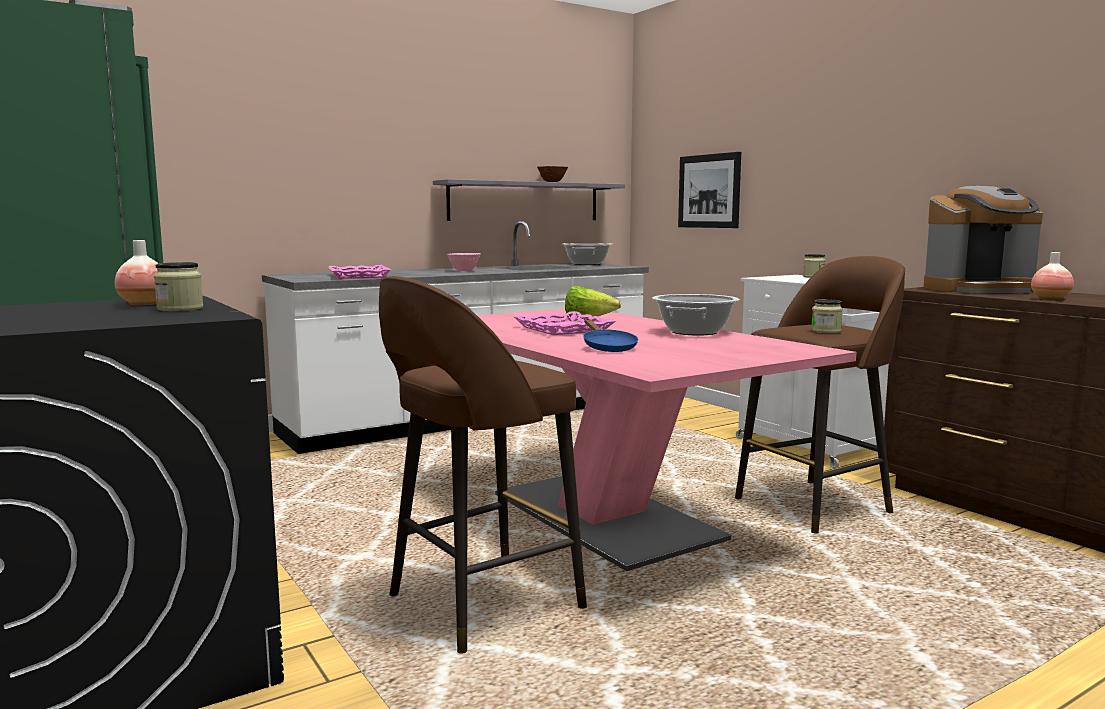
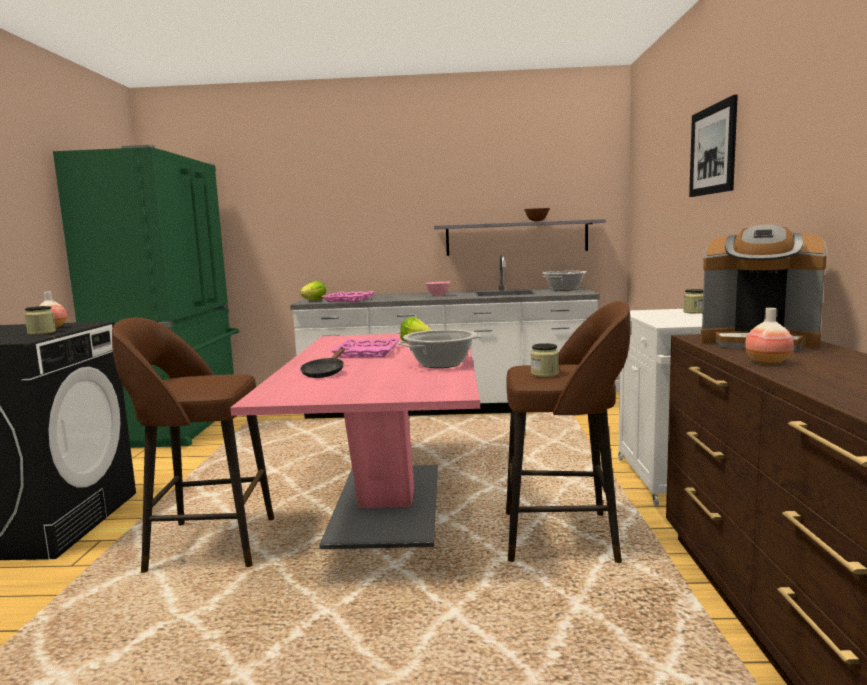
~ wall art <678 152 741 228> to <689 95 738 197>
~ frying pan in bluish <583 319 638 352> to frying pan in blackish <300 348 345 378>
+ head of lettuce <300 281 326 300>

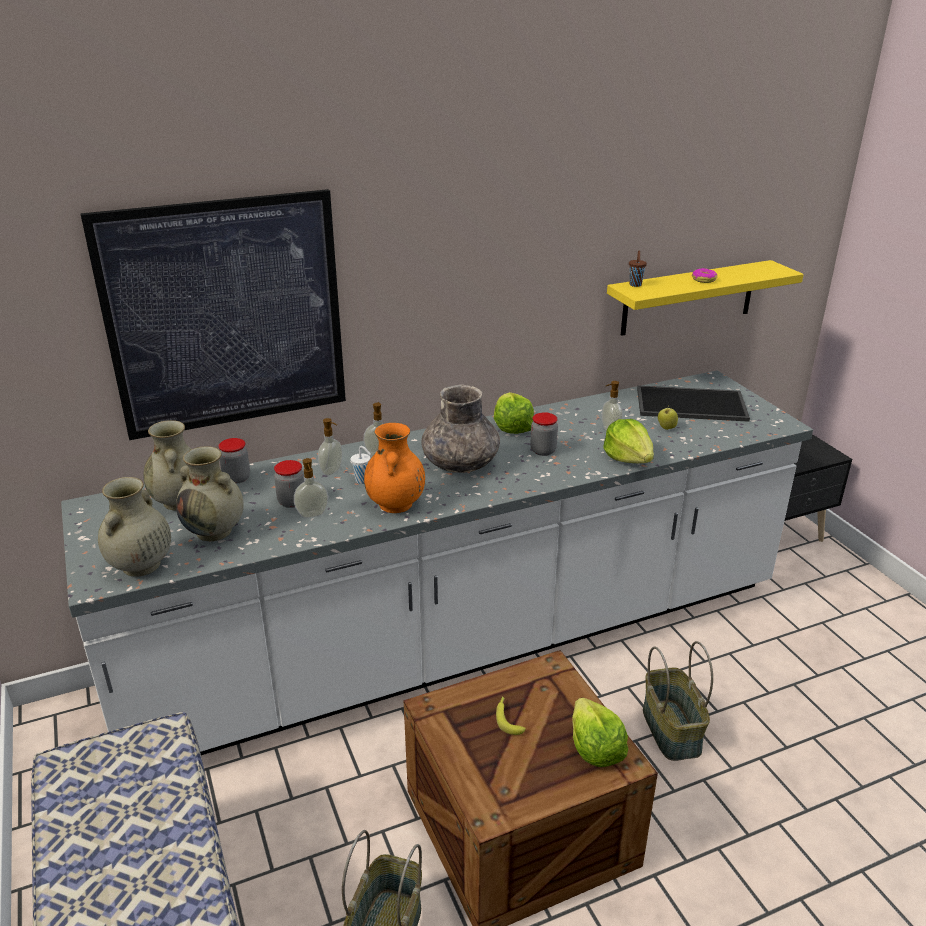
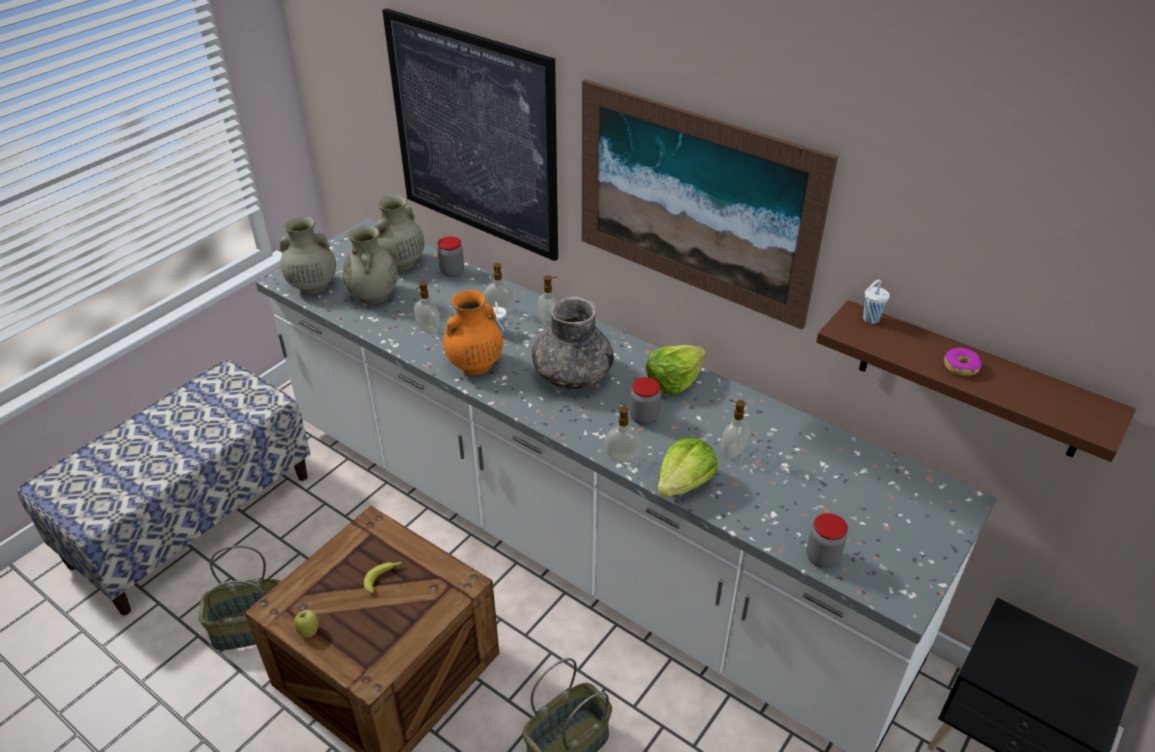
~ cup in brown-coloured <629 250 647 287> to cup in whitish <863 279 890 324>
~ bracket shelf in yellow-coloured <607 260 804 336> to bracket shelf in brown-coloured <816 300 1136 462>
- tray <637 385 750 422>
~ whole apple <658 408 678 430> to <294 610 318 638>
~ preserve jar <274 460 304 508> to <806 513 848 568>
- head of lettuce <572 698 628 767>
+ wall art <582 79 838 330>
+ soap dispenser <604 403 641 462>

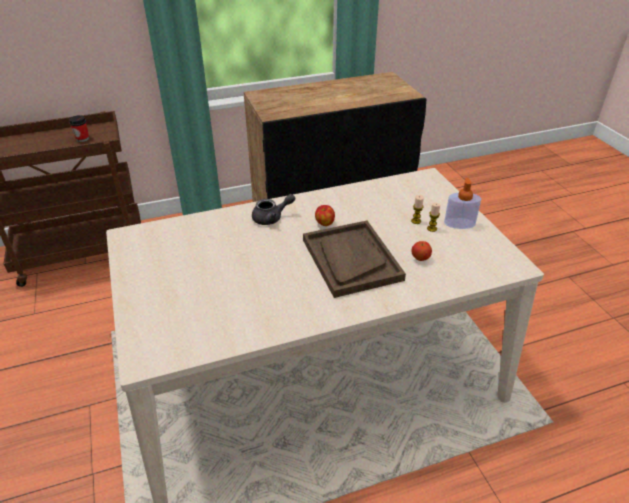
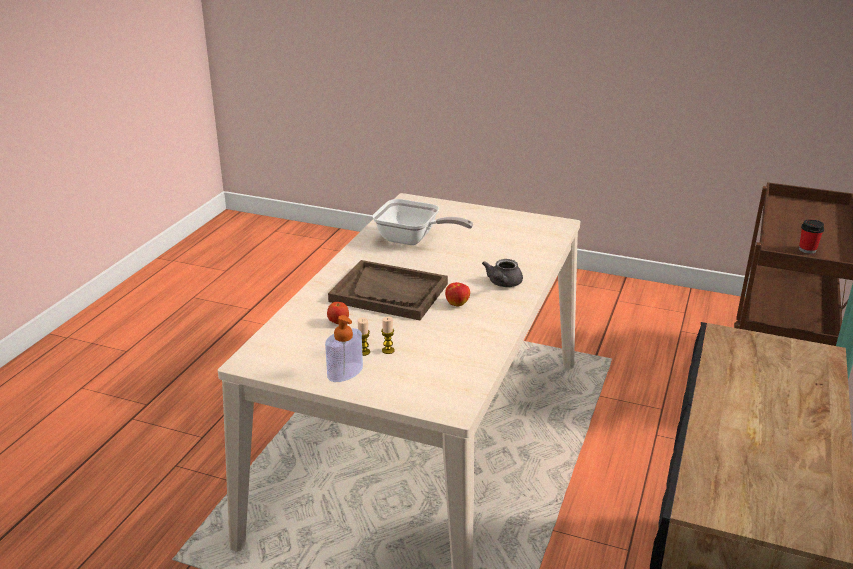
+ frying pan <372 199 473 245>

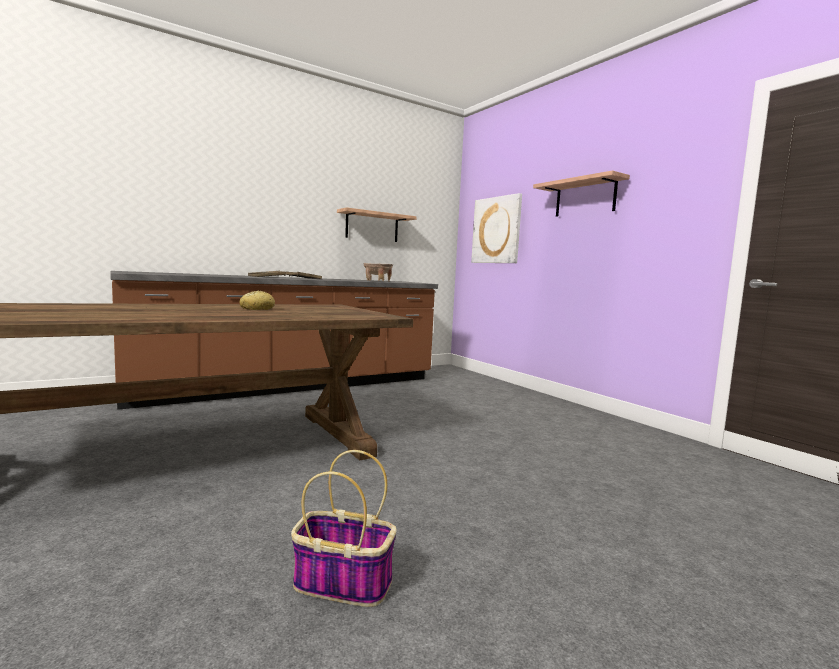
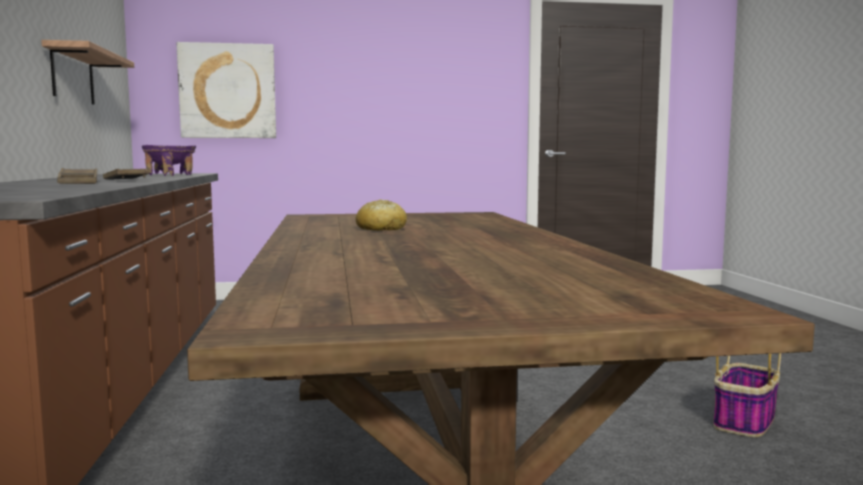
- bracket shelf <533 170 630 217>
~ serving bowl in beige <364 263 393 282> to serving bowl in purple-coloured <142 145 196 176>

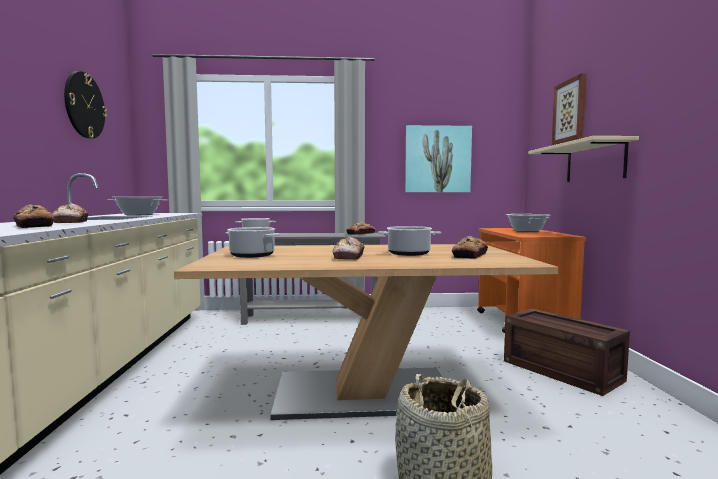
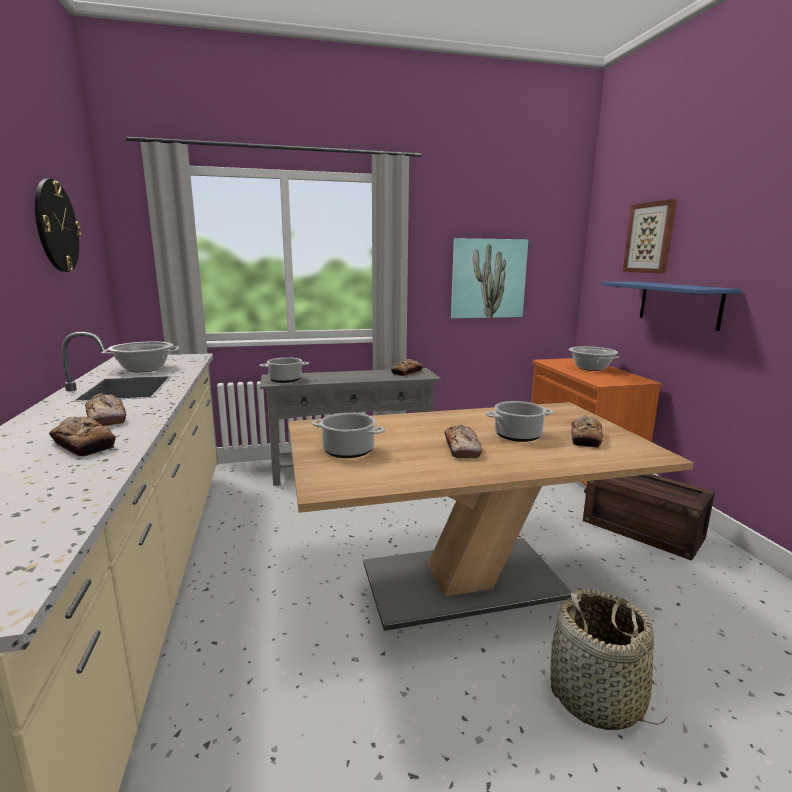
~ bracket shelf in beige <528 136 639 182> to bracket shelf in bluish <601 282 741 331>

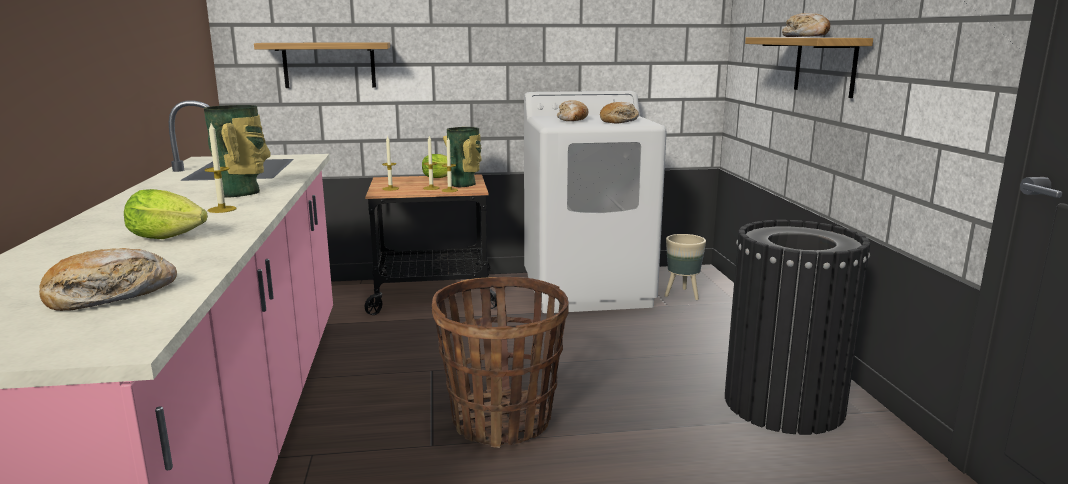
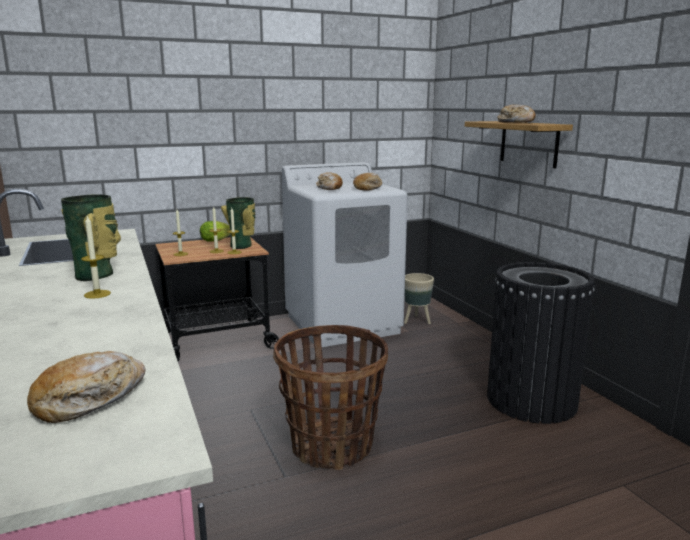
- bracket shelf <254 42 390 88>
- head of lettuce <124 189 208 239>

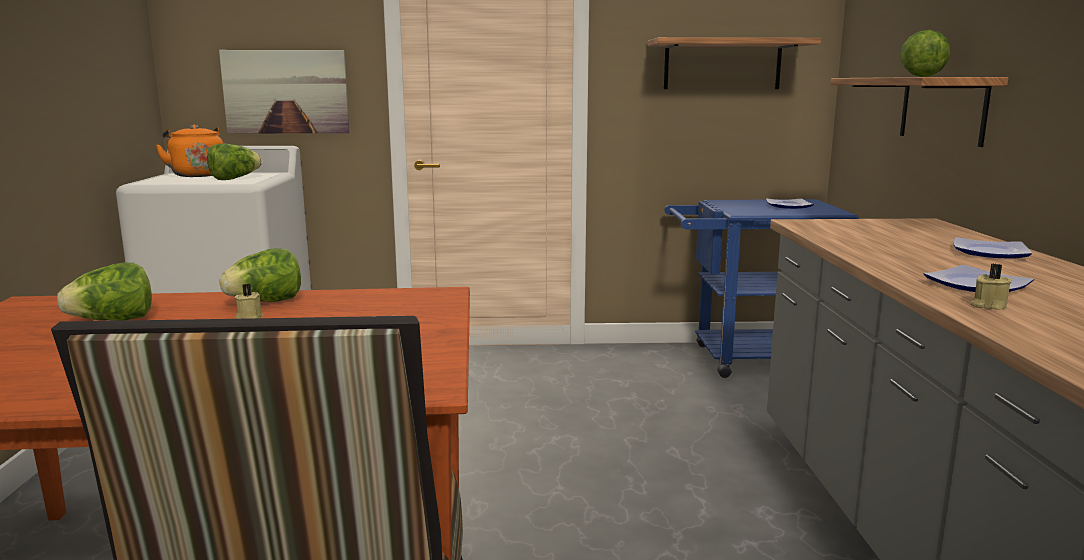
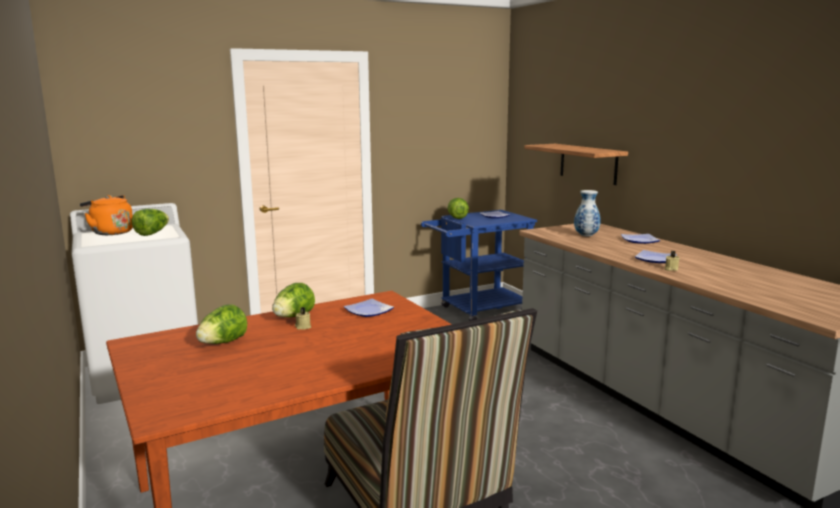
~ head of lettuce <900 30 950 77> to <448 198 469 219>
- bracket shelf <648 37 821 89>
- wall art <219 50 350 133>
+ decorative vase <574 190 601 237>
+ dinner plate <344 299 394 317>

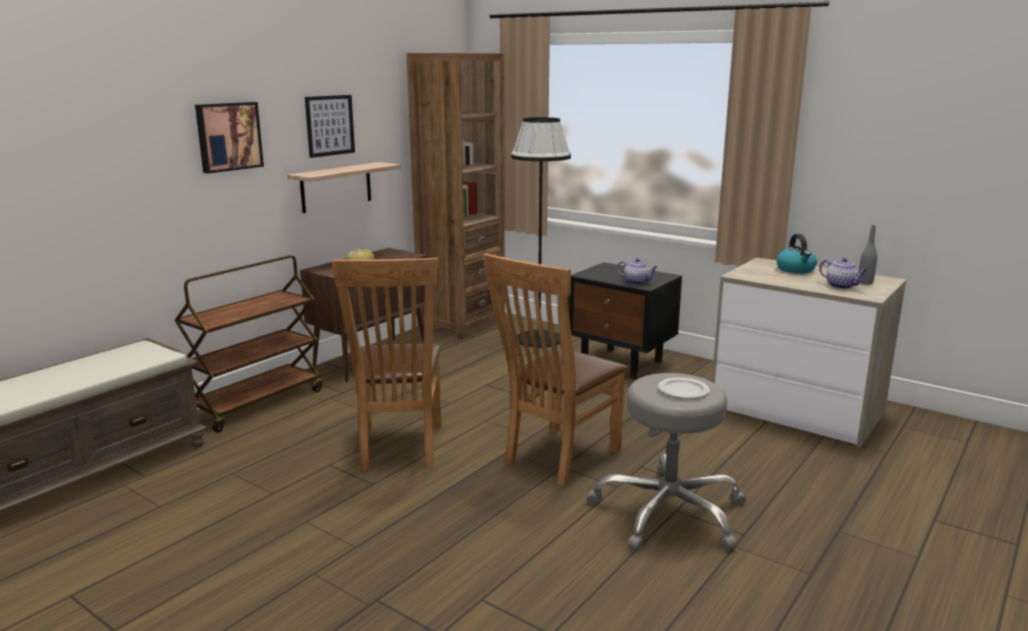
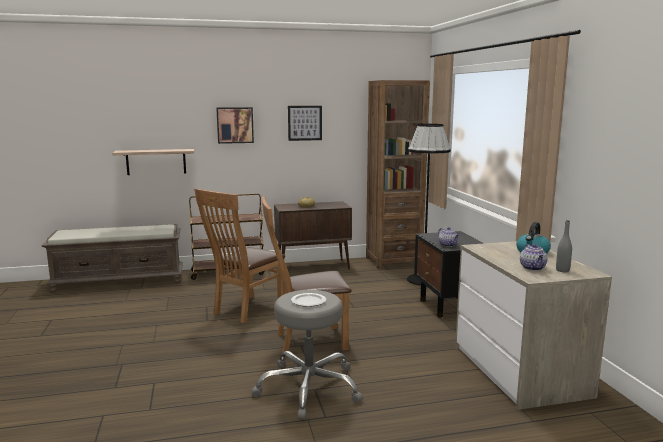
~ bracket shelf <287 162 401 213> to <112 149 194 175>

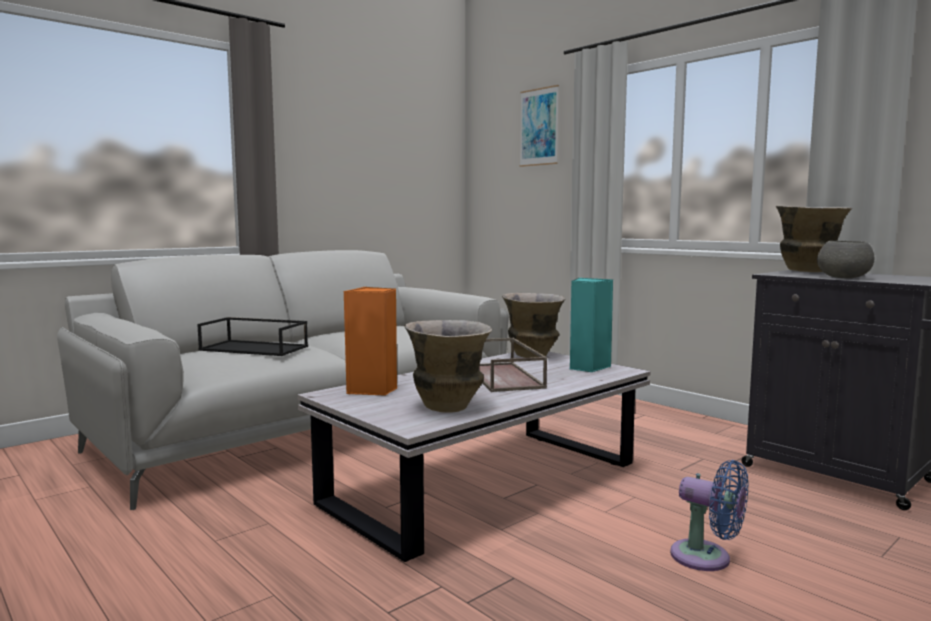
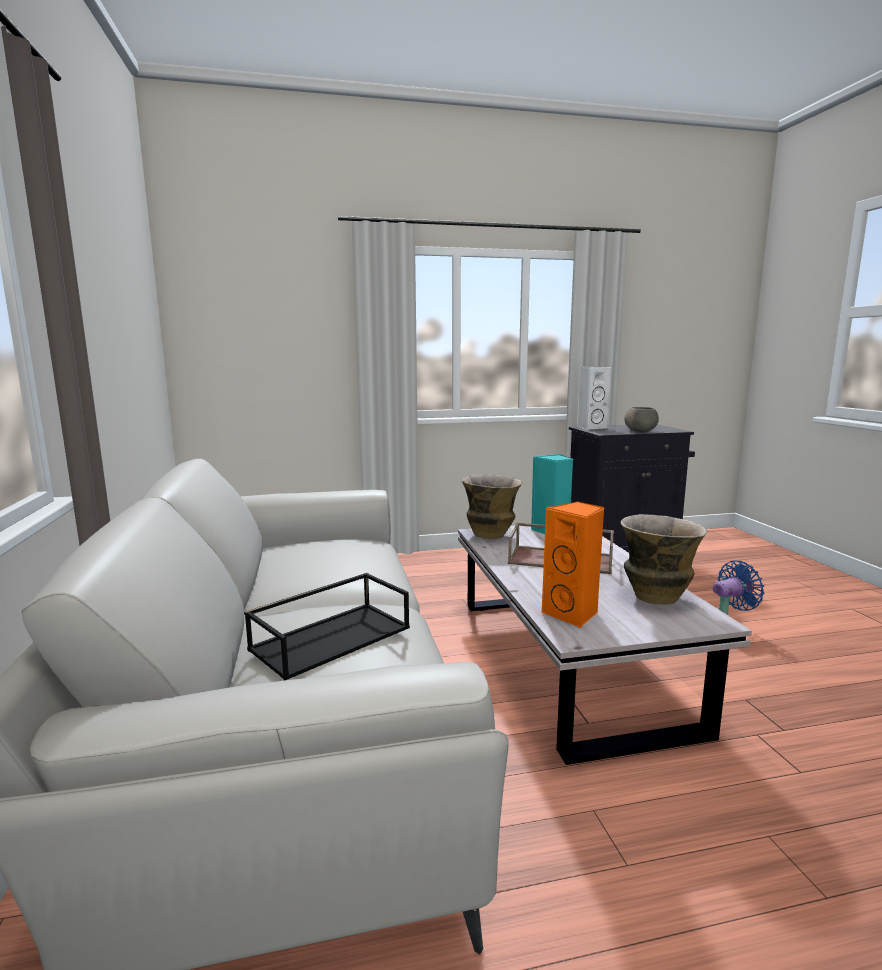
- wall art <520 85 559 167>
~ decorative vase <776 206 852 272> to audio speaker in whitish <577 367 612 430>

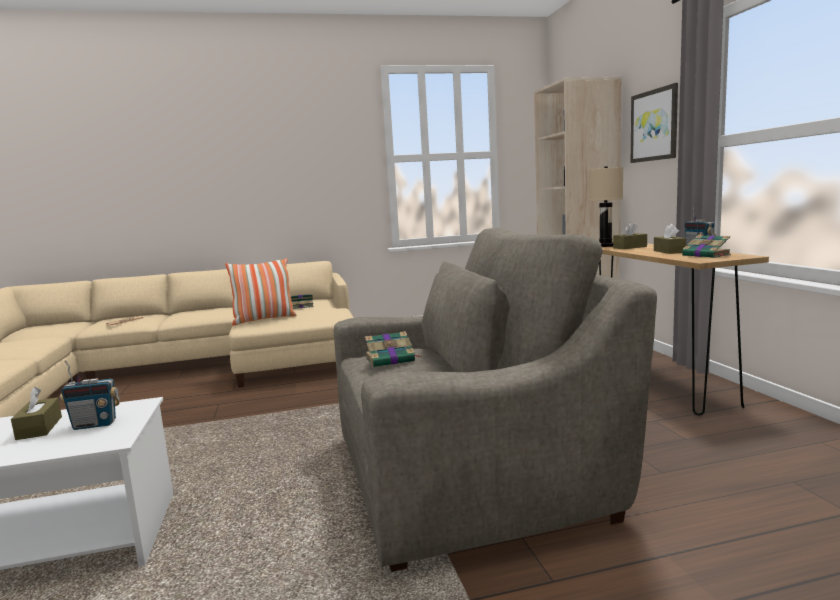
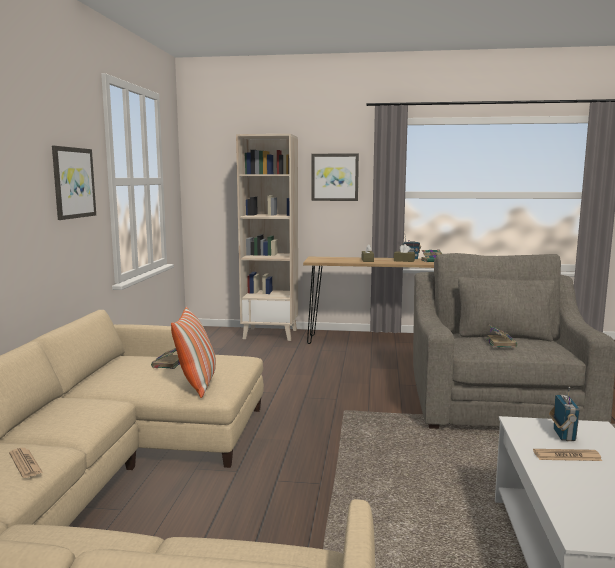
- table lamp in beige <589 166 623 247>
~ tissue box in brown-coloured <11 387 62 440> to daily paper <533 449 602 461>
+ wall art <52 146 96 220>

